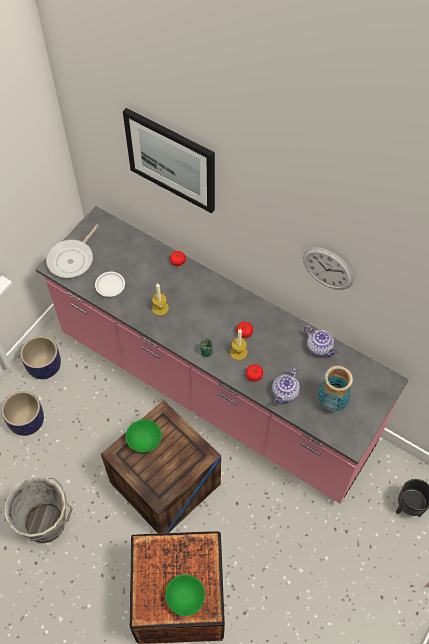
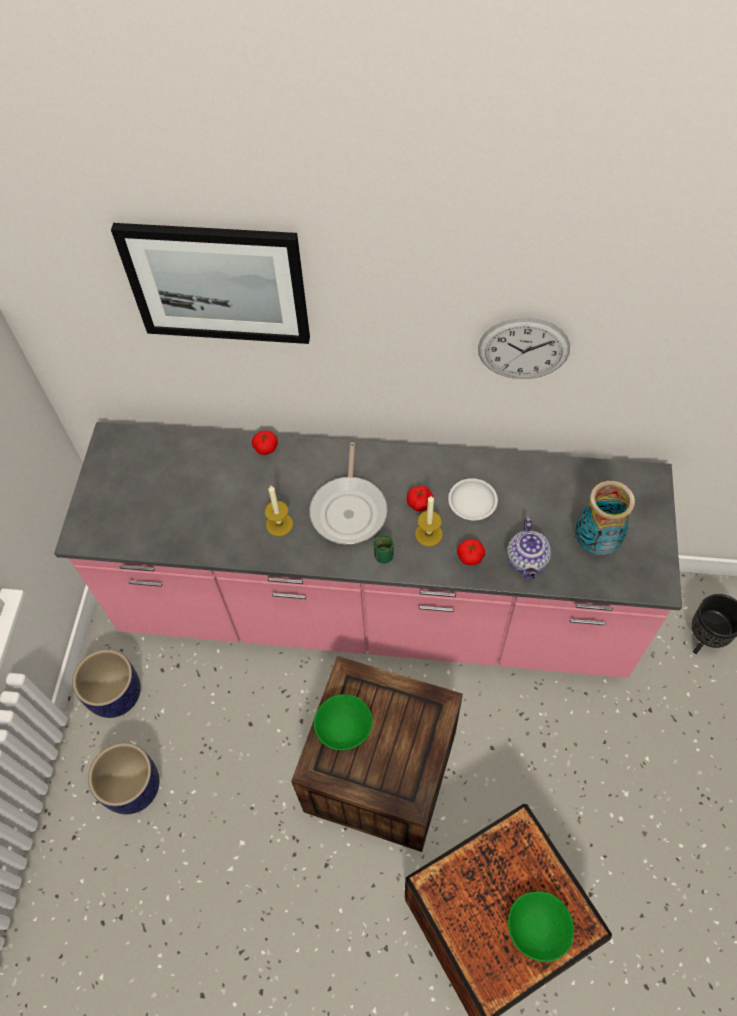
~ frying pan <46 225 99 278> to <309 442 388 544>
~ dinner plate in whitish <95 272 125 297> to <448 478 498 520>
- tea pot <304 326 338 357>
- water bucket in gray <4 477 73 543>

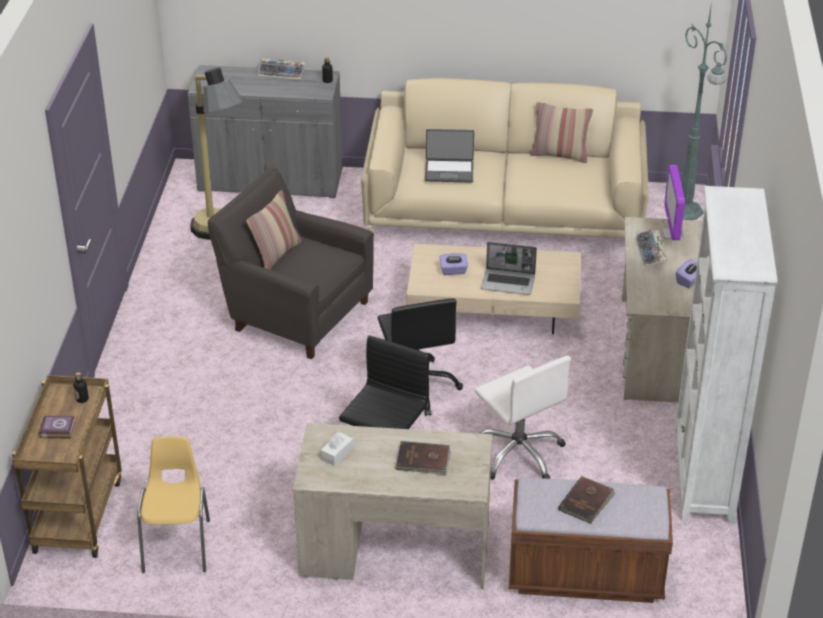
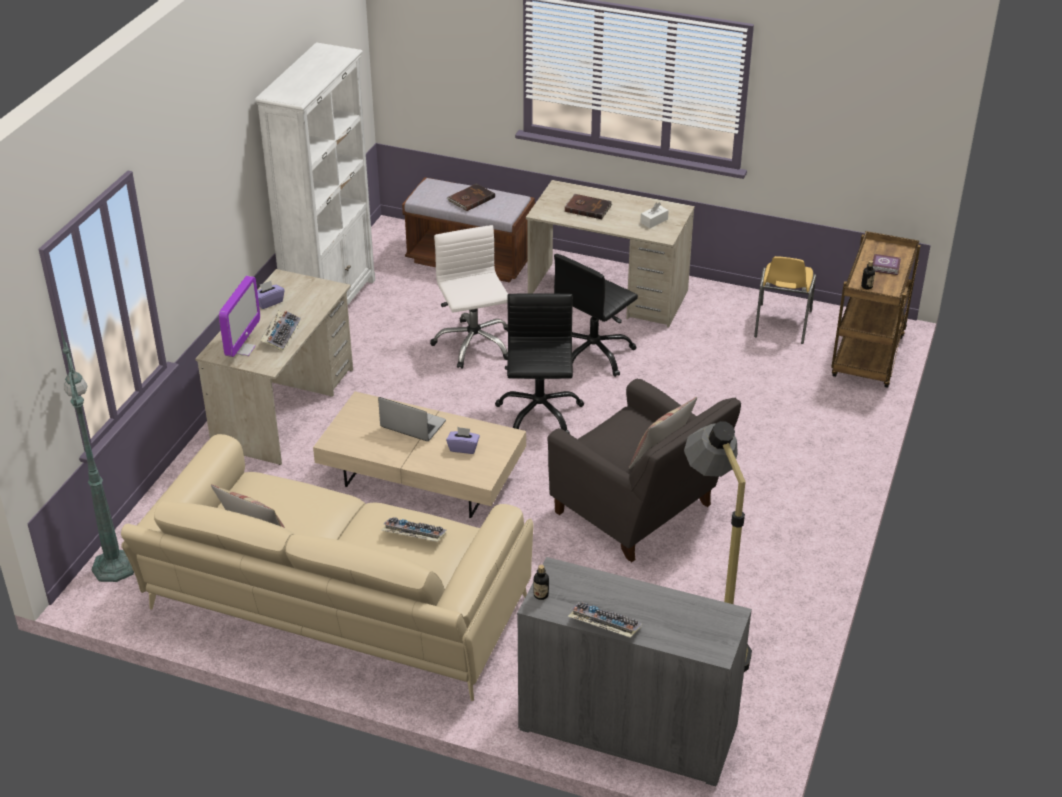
~ portable computer <425 129 474 182> to computer keyboard <382 517 447 542>

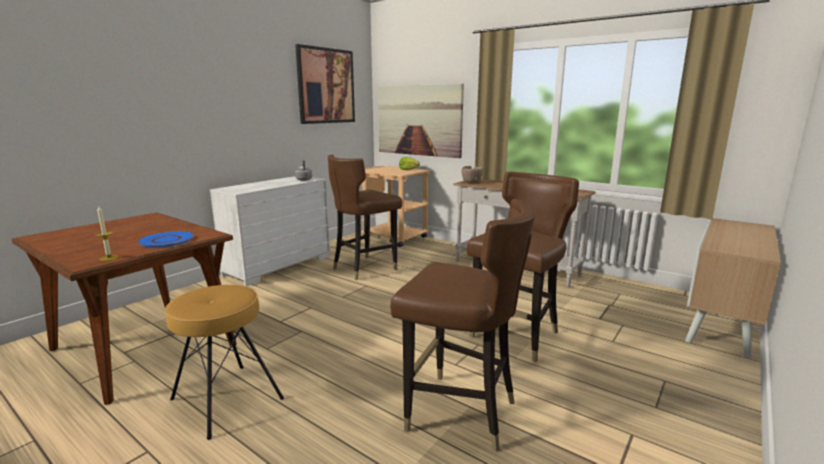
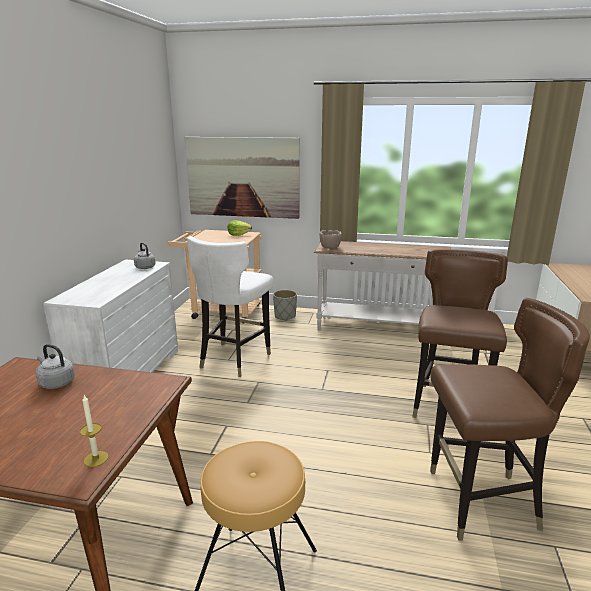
- wall art <295 44 355 124>
~ plain chair in brown-coloured <328 155 402 280> to plain chair in whitish <187 236 273 377>
- dinner plate in bluish <137 231 195 248>
+ flower pot in gray <273 290 297 321>
+ tea kettle in gray <36 344 75 389>

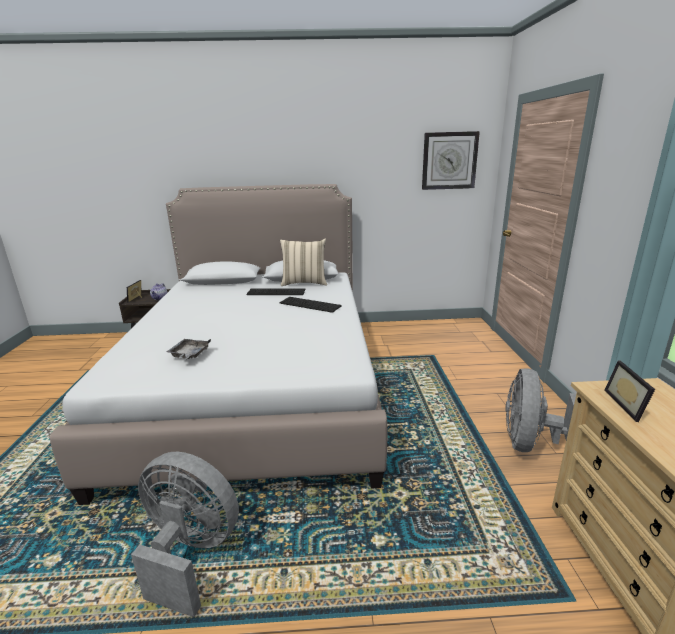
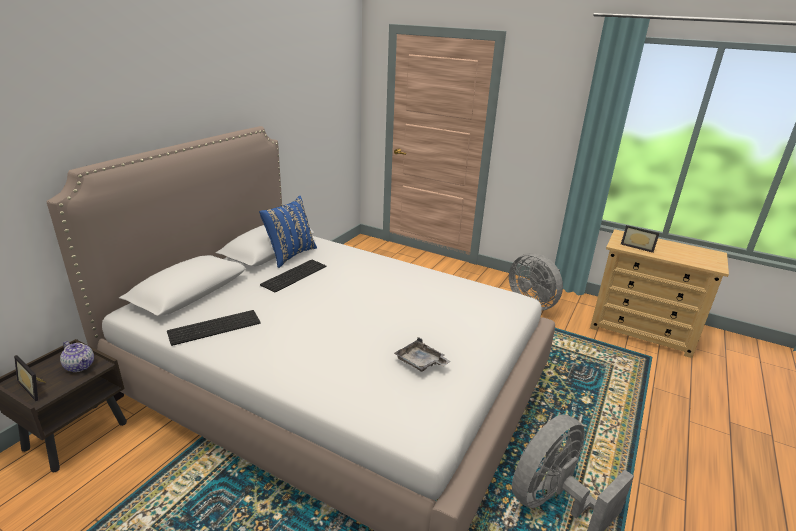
- clock on the wall <422 131 480 190>
~ pillow in beige <280 238 327 286> to pillow in bluish <259 196 317 268>
~ computer keyboard <280 297 341 313> to <167 310 261 346>

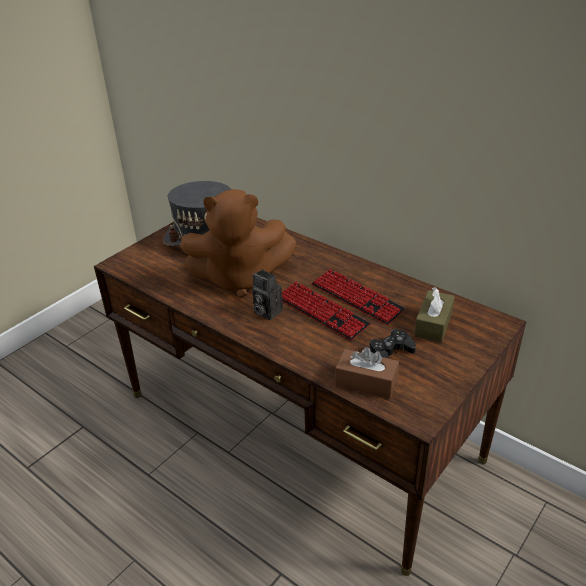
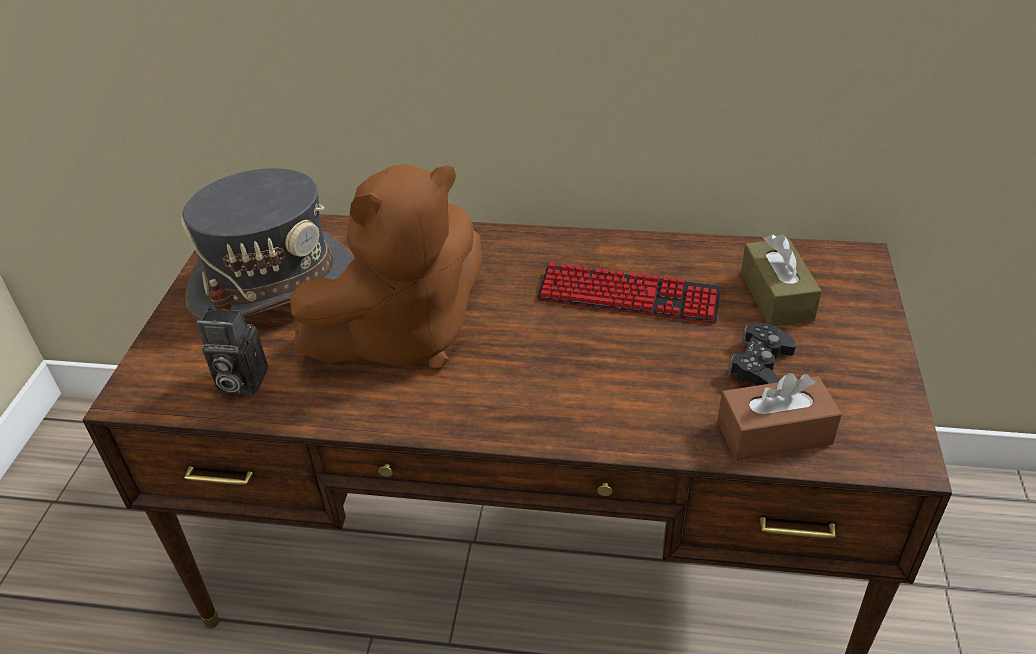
~ still camera <252 270 283 320> to <196 308 268 395>
- computer keyboard <282 282 371 341>

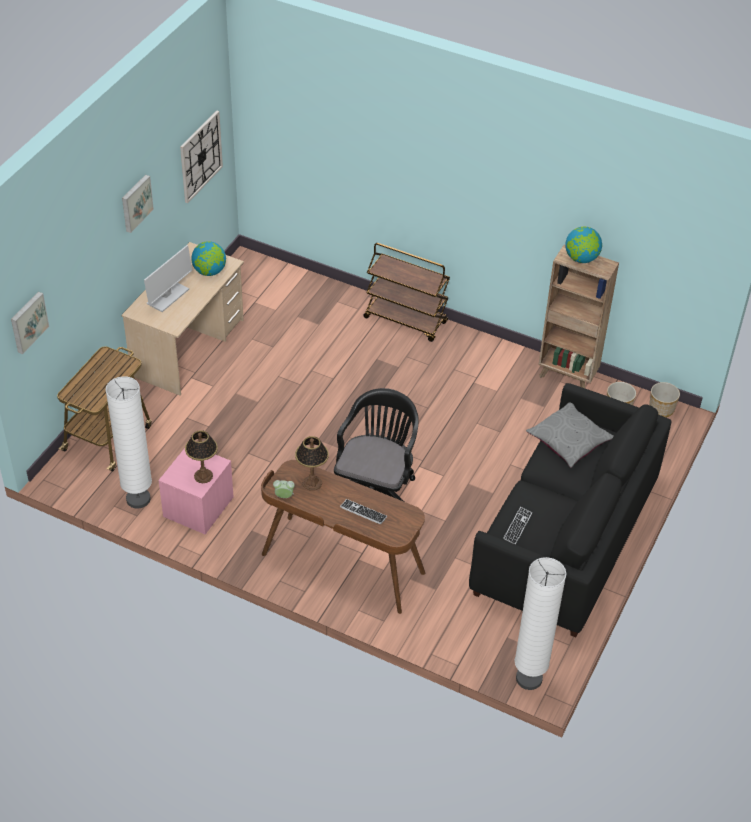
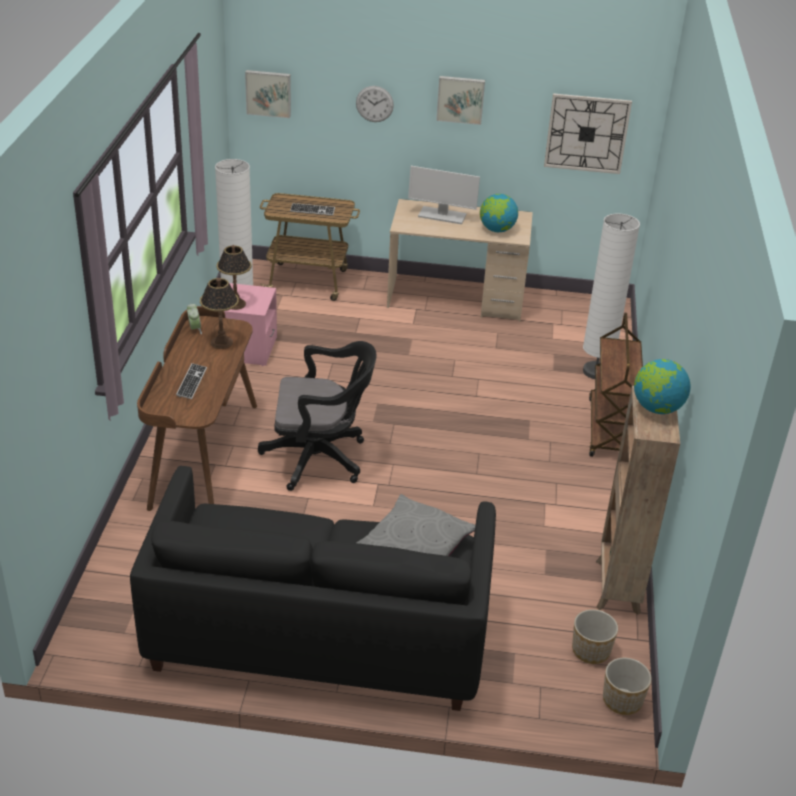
~ computer keyboard <503 507 532 544> to <290 203 335 215>
~ standing lamp in whitish <515 557 566 690> to <583 213 640 379>
+ clock on the wall <356 86 394 122>

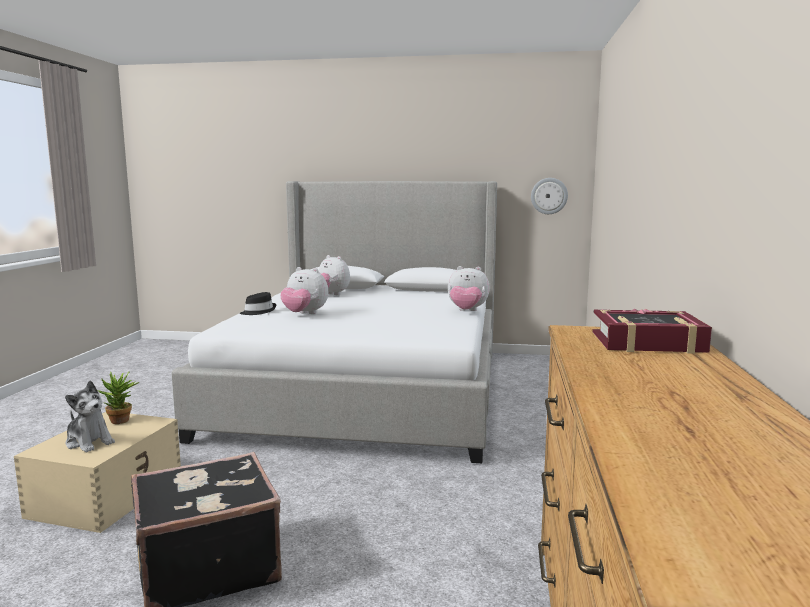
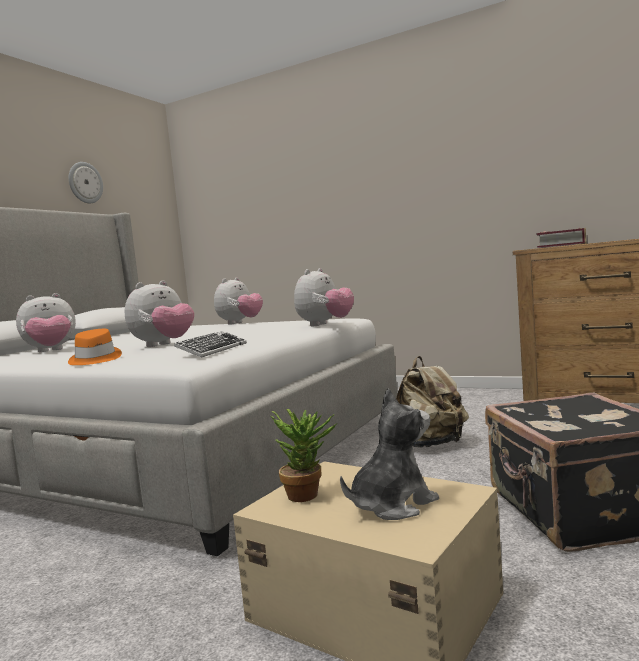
~ clock on the wall <531 178 568 214> to <69 162 103 203>
~ wearable hat in blackish <240 292 276 315> to wearable hat in orange-coloured <68 329 122 365>
+ plush toy <294 268 354 326>
+ computer keyboard <174 331 247 358>
+ knapsack in beige <396 356 469 447>

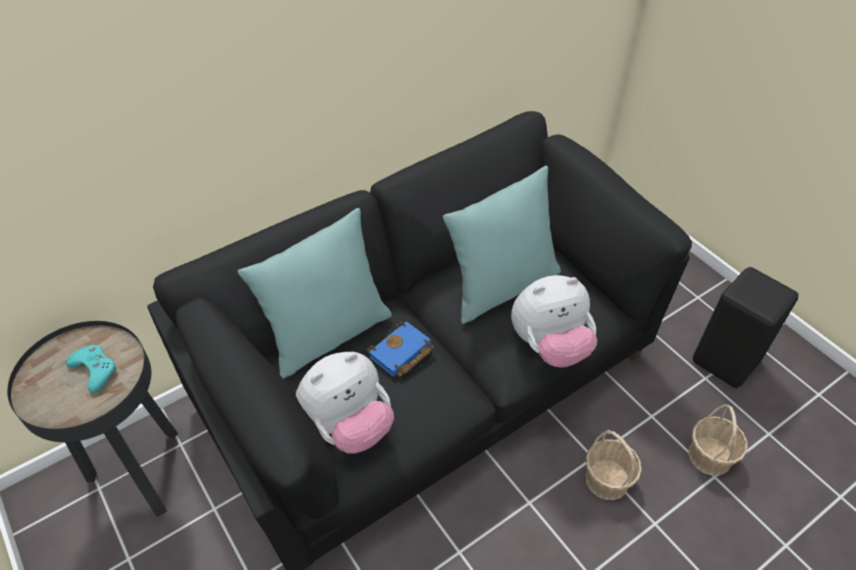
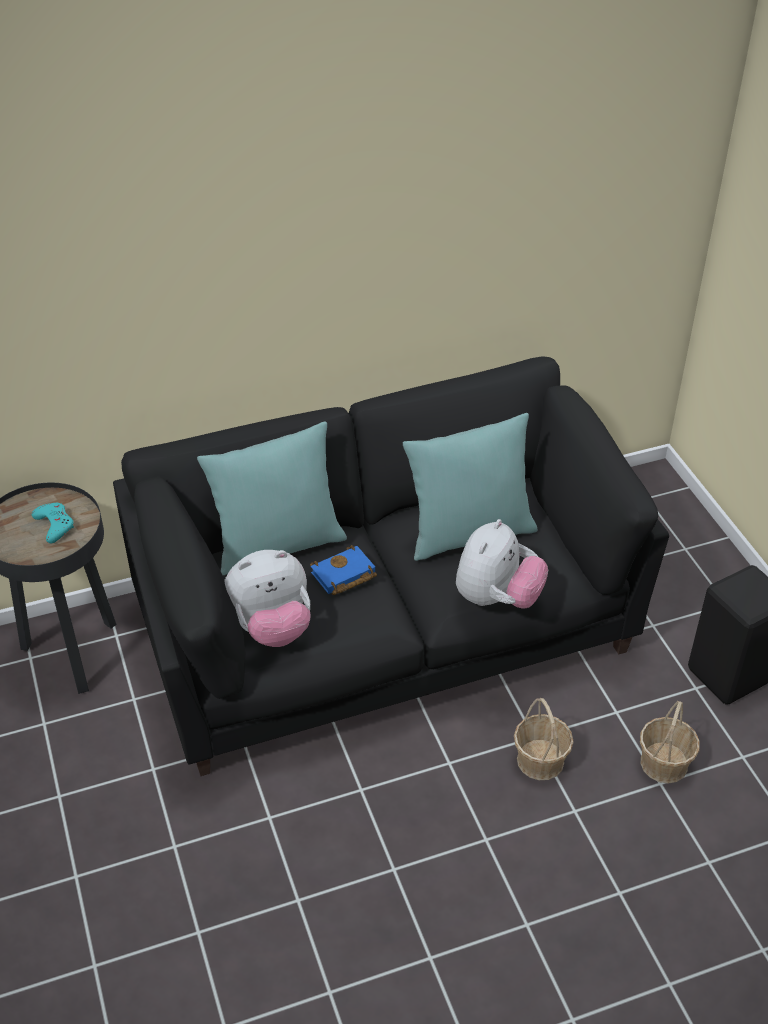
~ plush toy <511 275 597 367> = <456 519 548 609> 60 degrees counterclockwise

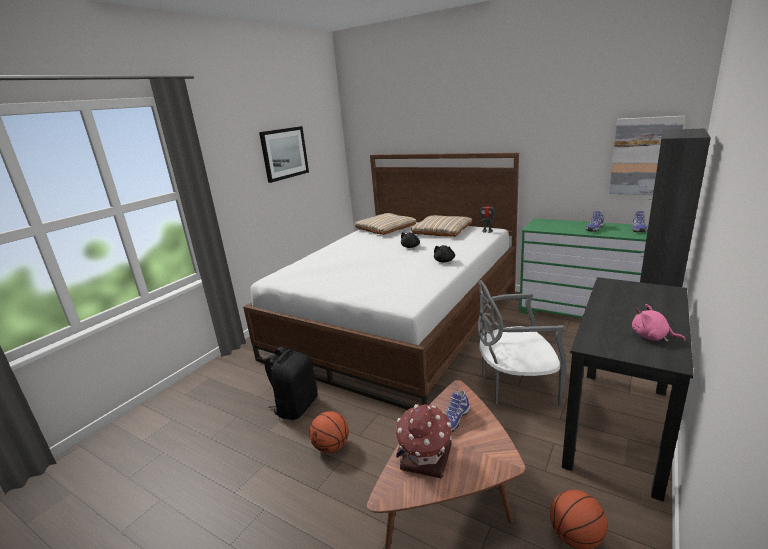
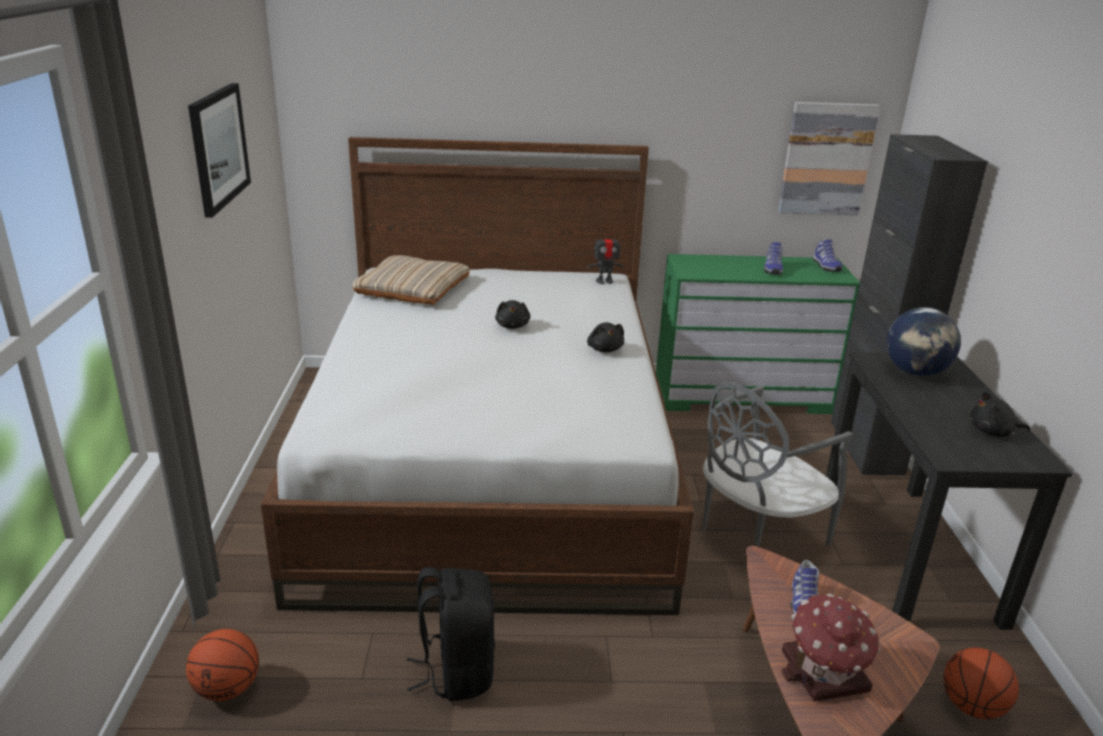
- pillow in beige <411 215 472 237>
~ plush toy in pink <632 304 686 342> to plush toy in blackish <970 391 1030 437>
~ basketball <309 411 349 453> to <186 629 259 701>
+ world globe <886 307 961 376>

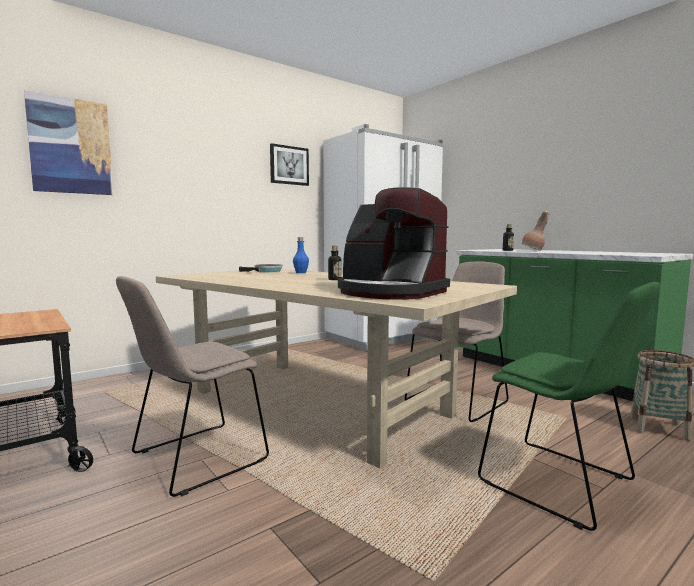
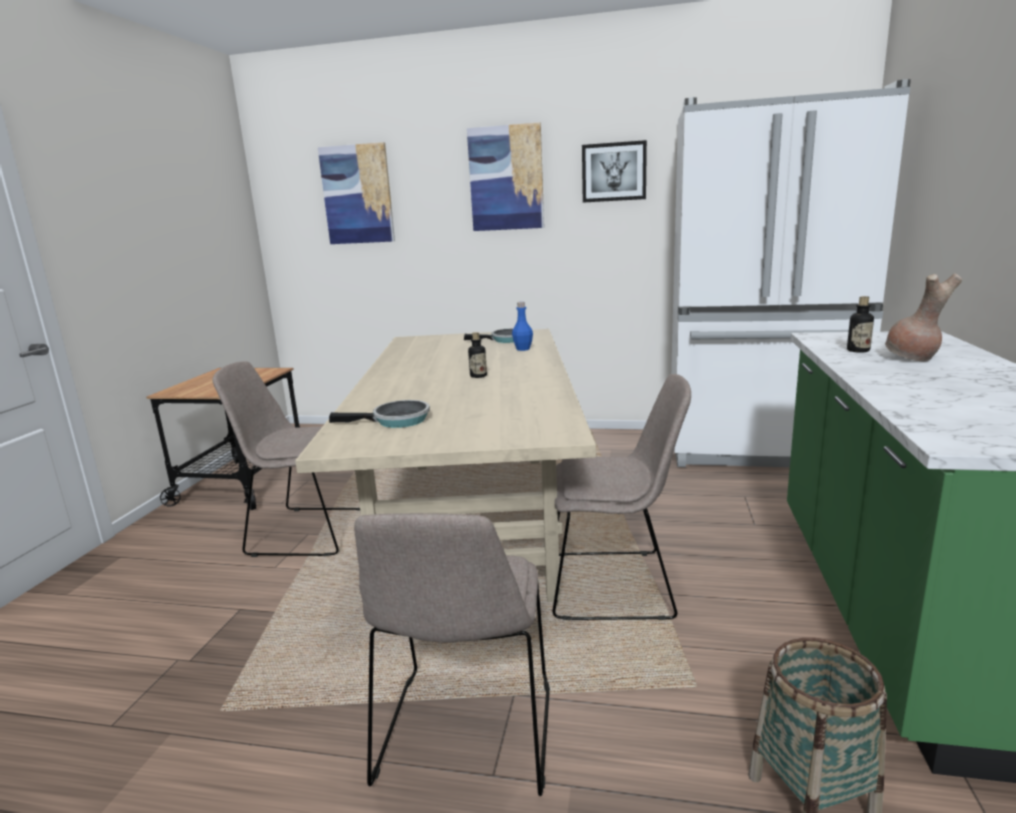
~ coffee machine <338 187 450 300> to frying pan <329 400 430 428>
~ plain chair in green <478 282 660 531> to plain chair in beige <354 513 550 796>
+ wall art <467 122 544 231>

